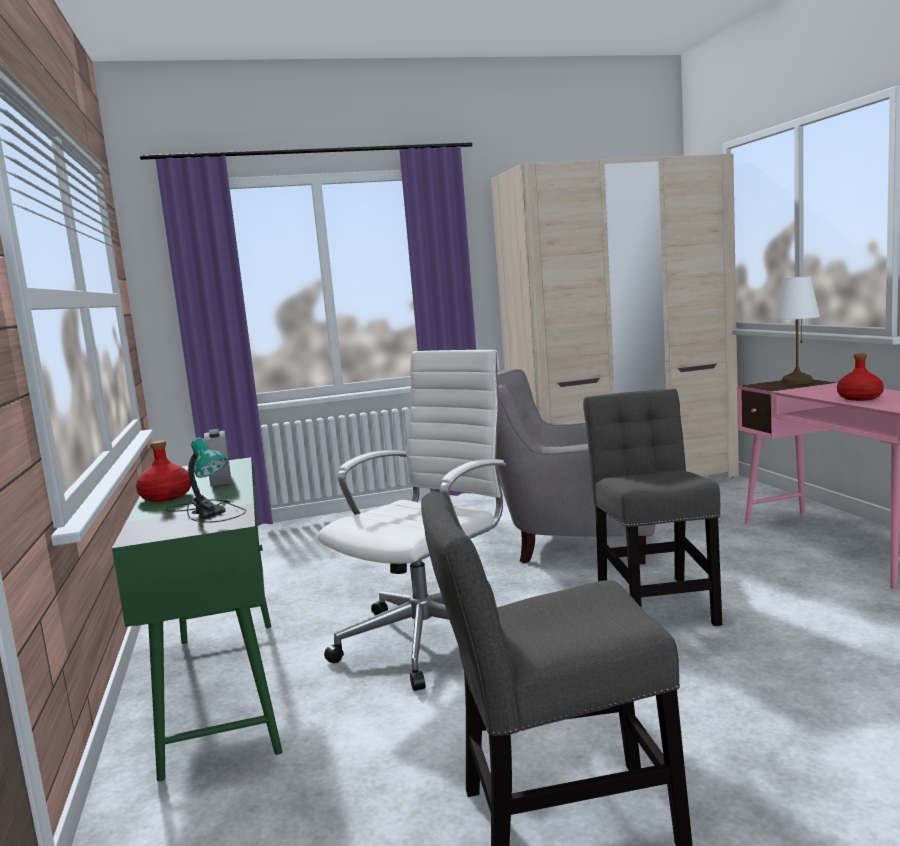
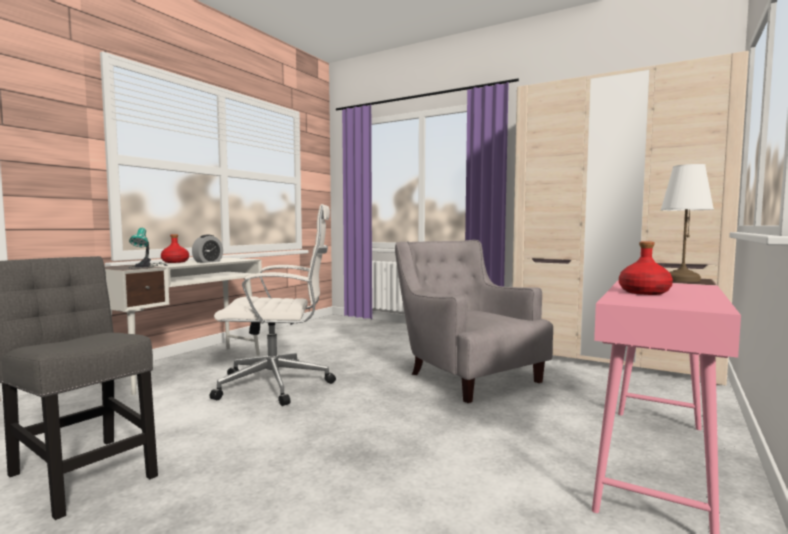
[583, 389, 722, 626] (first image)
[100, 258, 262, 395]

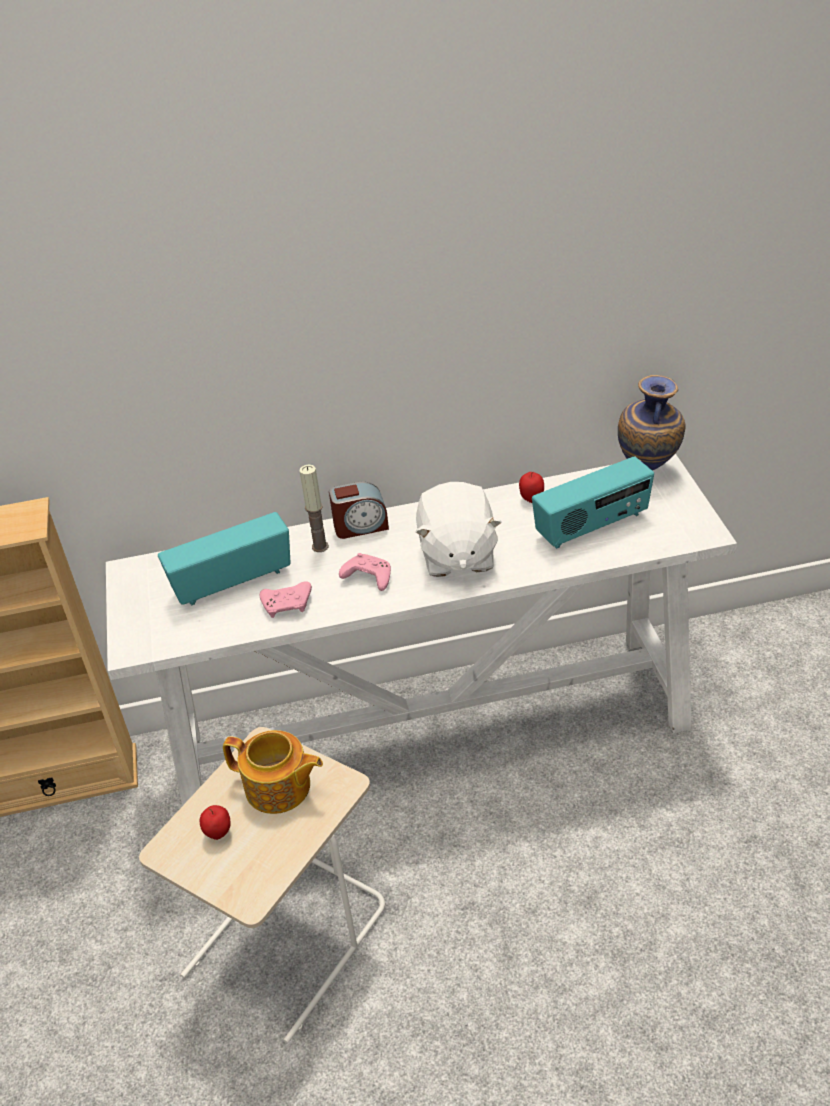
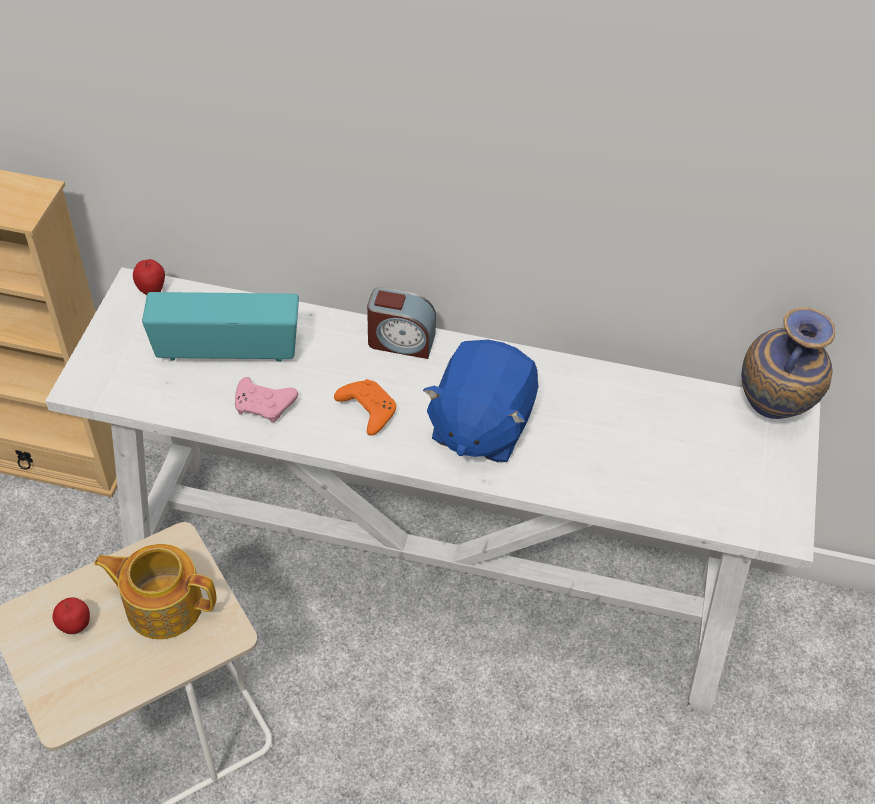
[532, 456, 654, 549] (first image)
[300, 465, 329, 552] (first image)
[133, 259, 165, 295]
[423, 340, 539, 462]
[334, 379, 396, 436]
[94, 544, 217, 639]

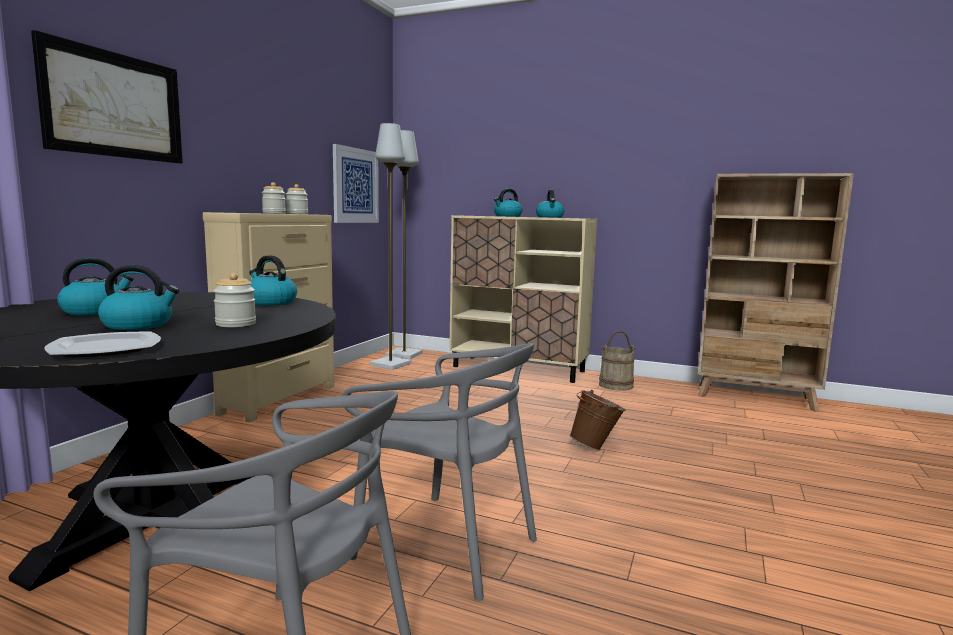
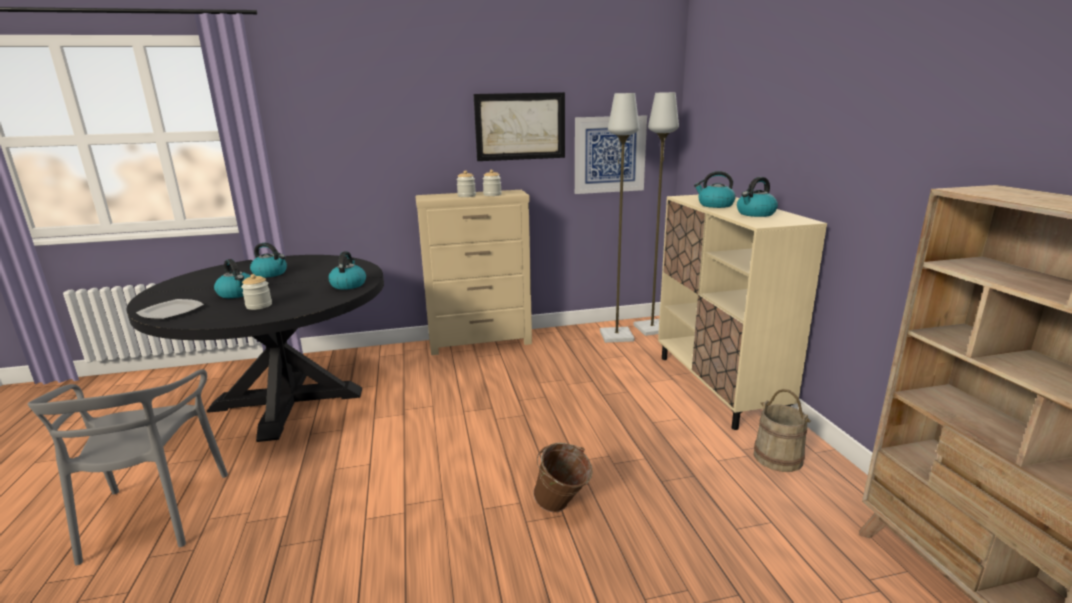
[474, 92, 565, 161]
[342, 343, 537, 601] (first image)

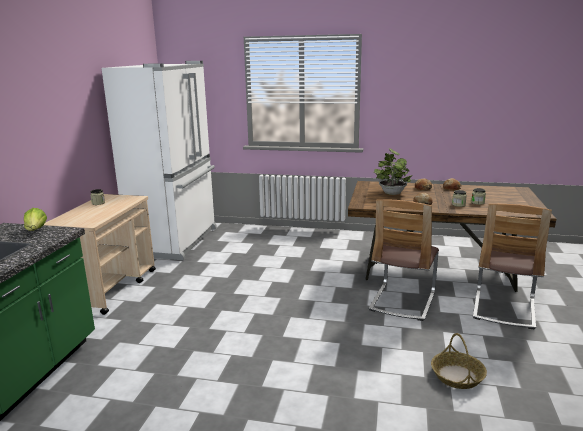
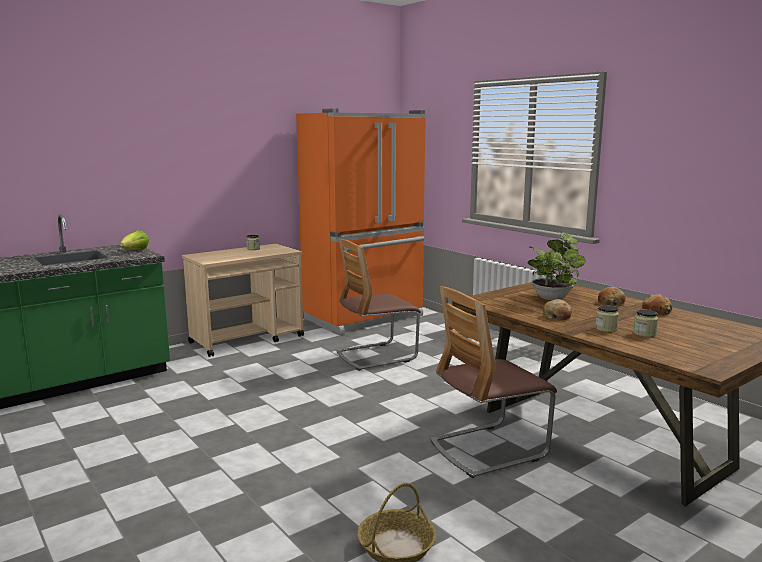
[296, 108, 426, 335]
[336, 239, 421, 371]

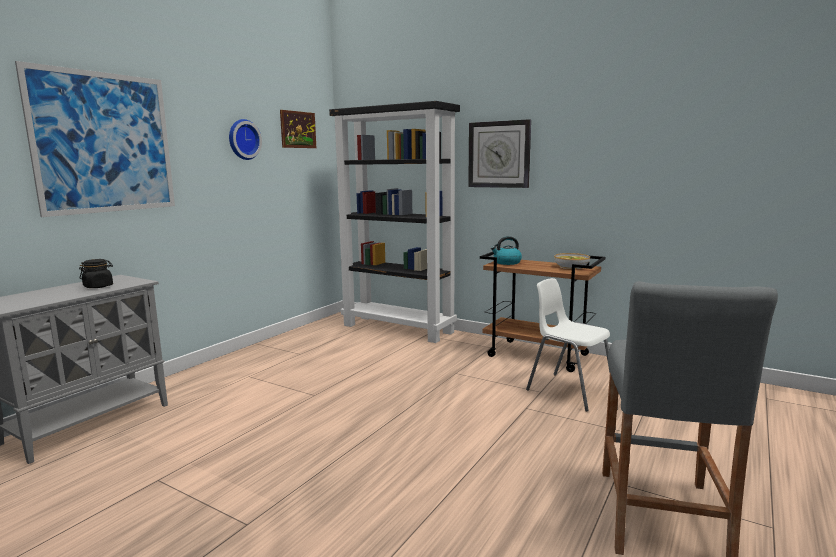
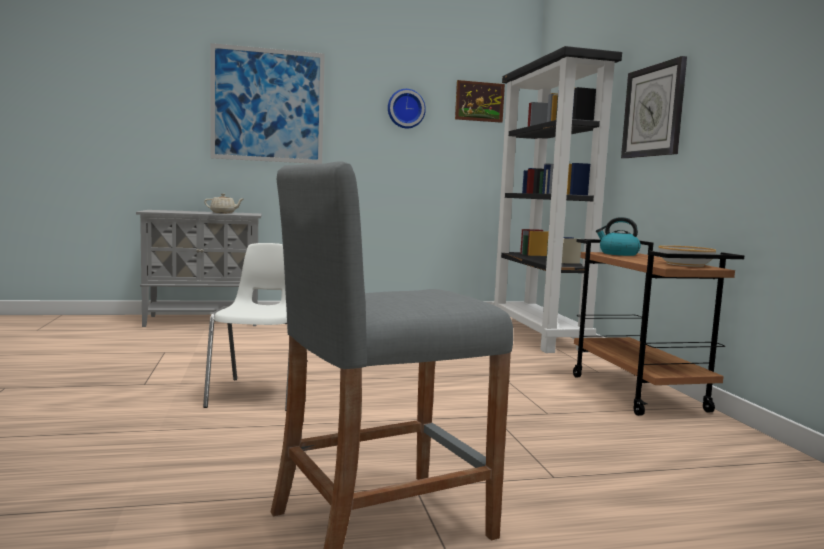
[204, 194, 243, 213]
[203, 243, 289, 411]

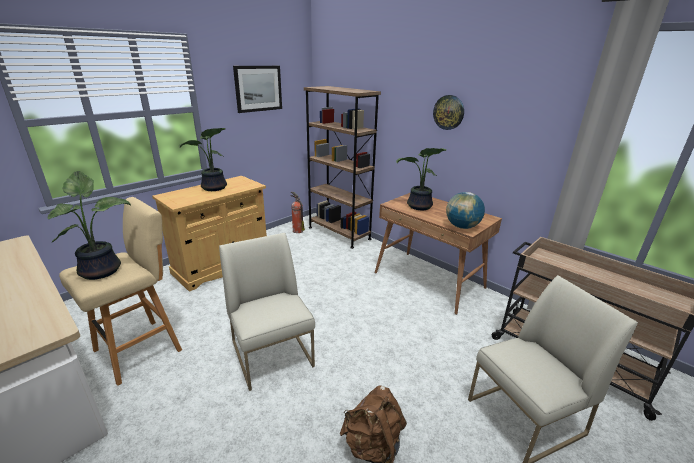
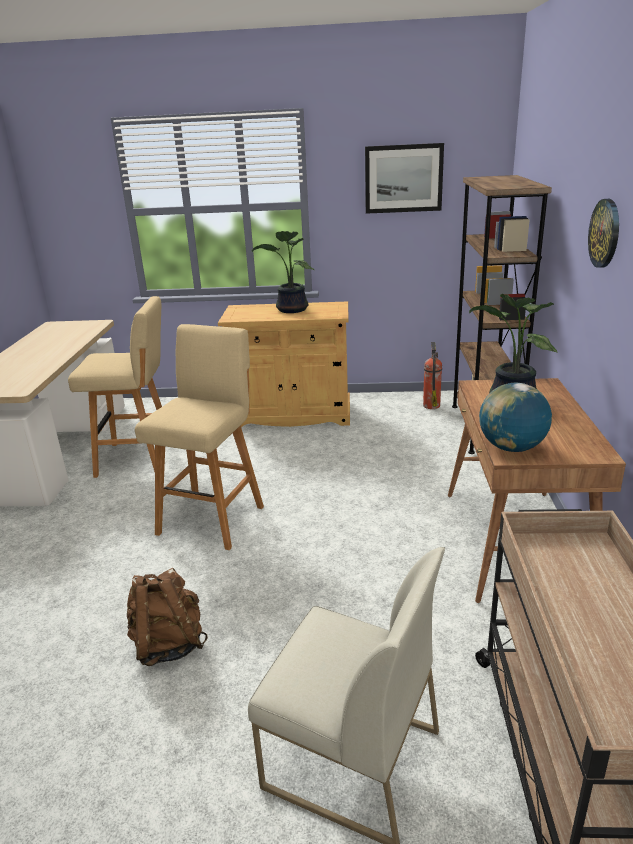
[47, 171, 131, 280] (first image)
[135, 324, 264, 550]

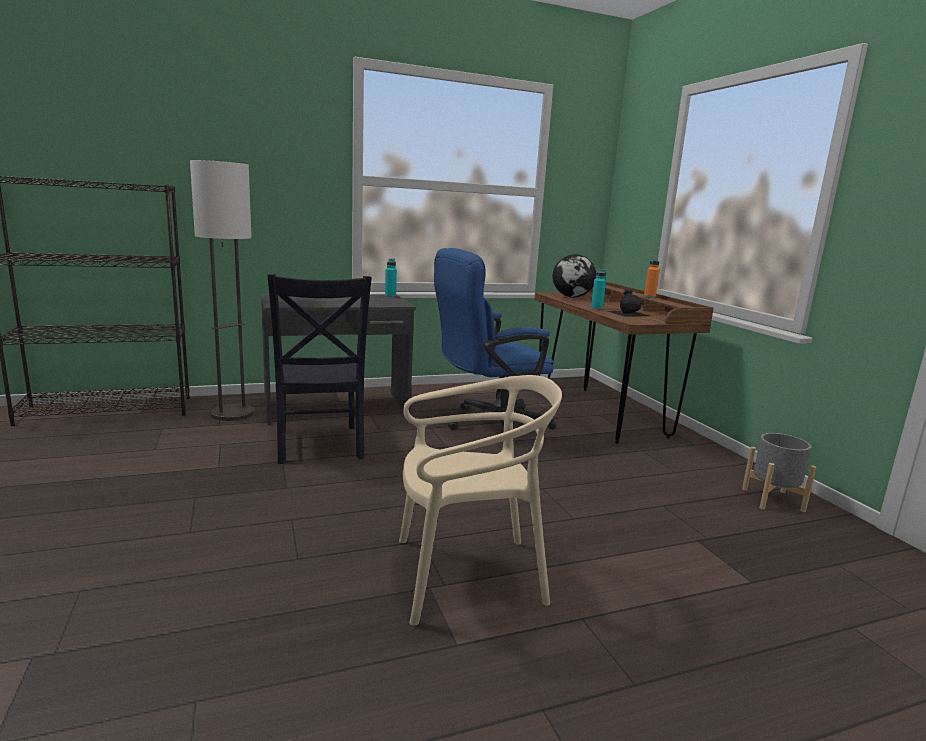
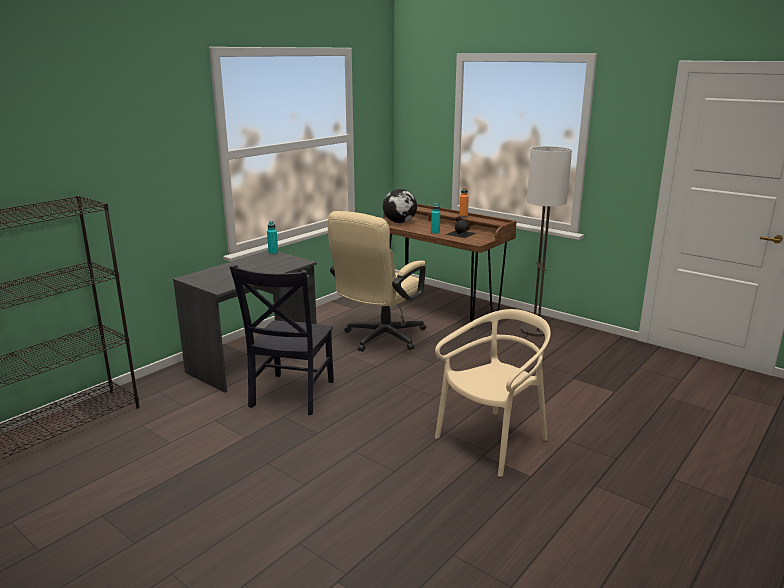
[520, 146, 572, 337]
[328, 211, 426, 352]
[230, 265, 334, 415]
[742, 433, 816, 512] (first image)

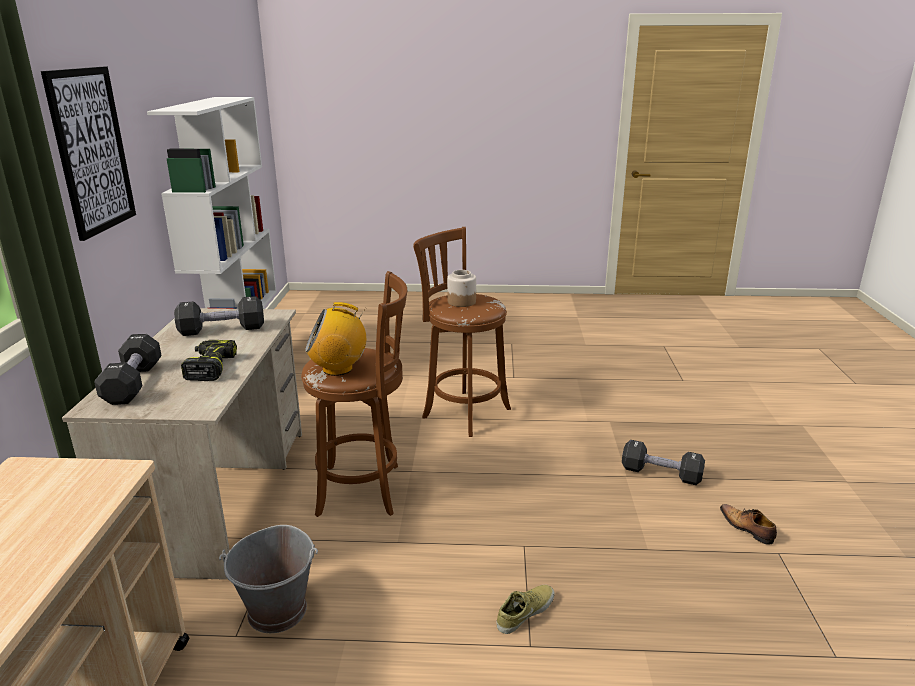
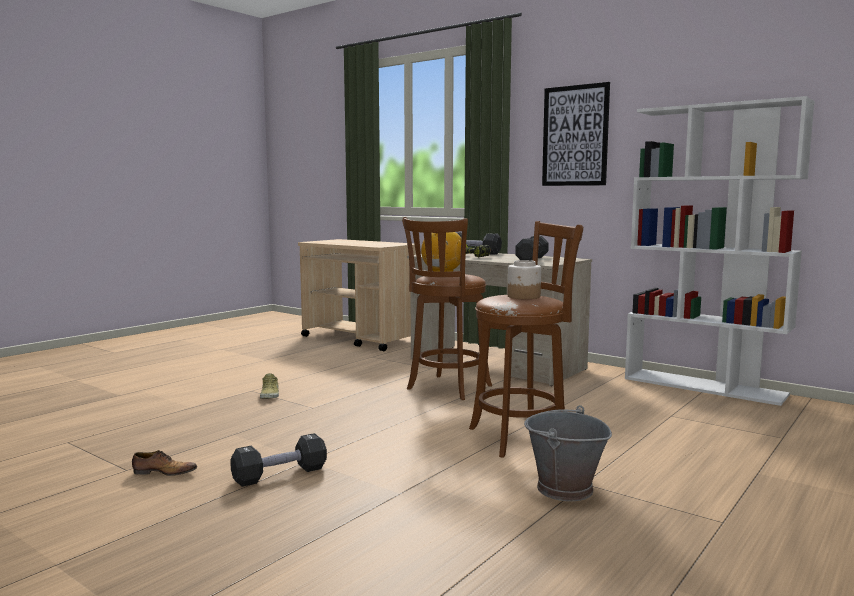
[524, 405, 612, 501]

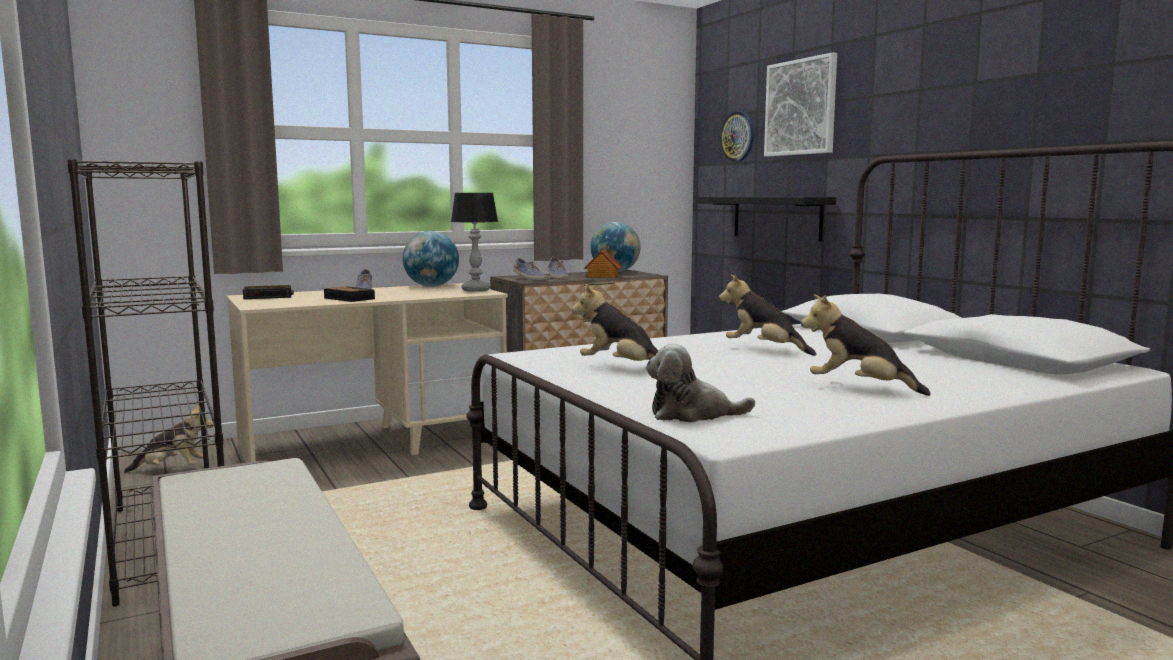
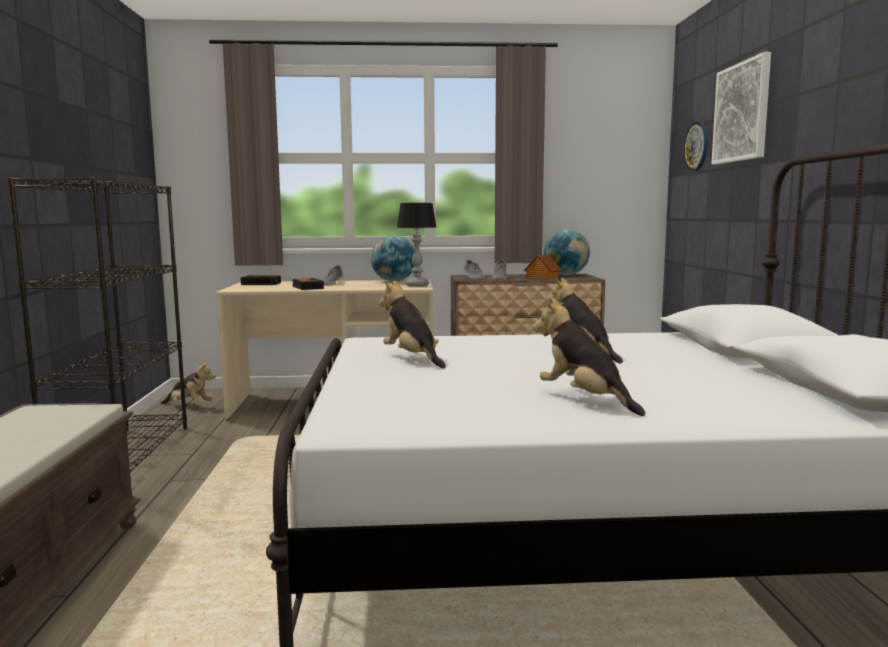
[698, 197, 836, 242] (first image)
[646, 343, 755, 423] (first image)

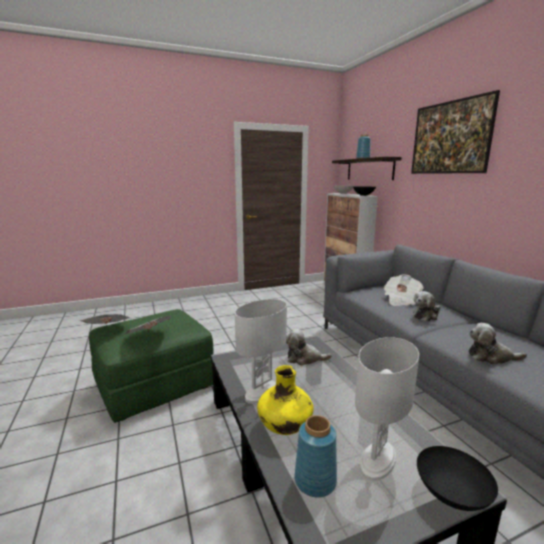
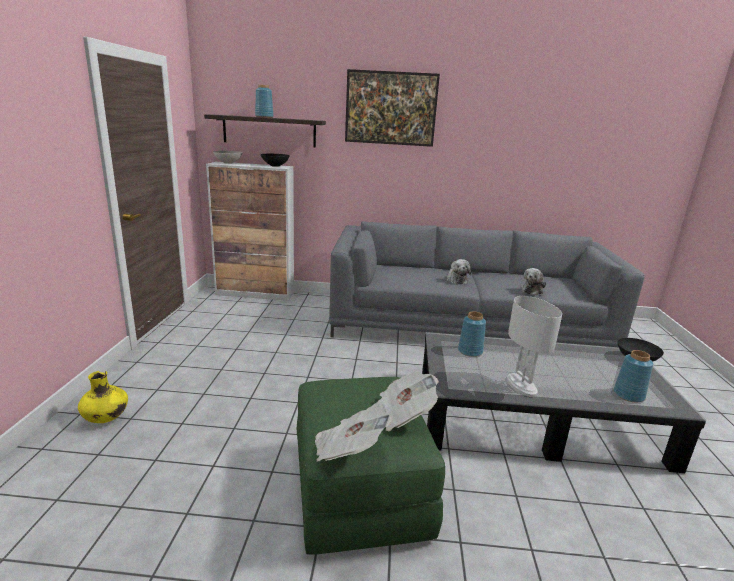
[384, 274, 423, 306] (first image)
[458, 311, 486, 357]
[355, 337, 419, 481] (first image)
[78, 371, 128, 423]

